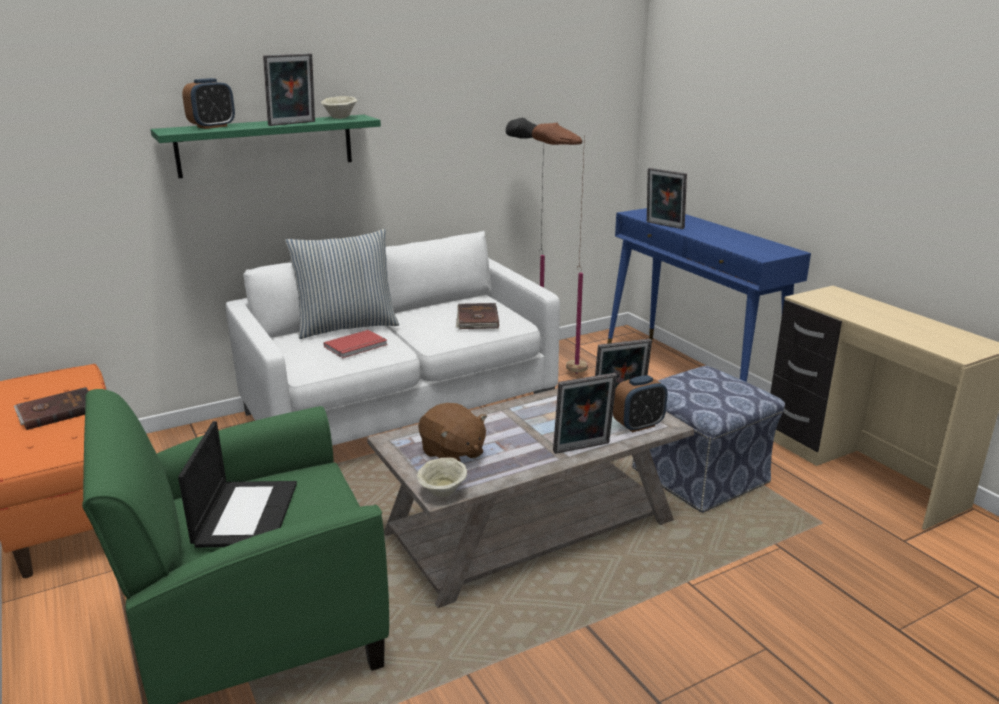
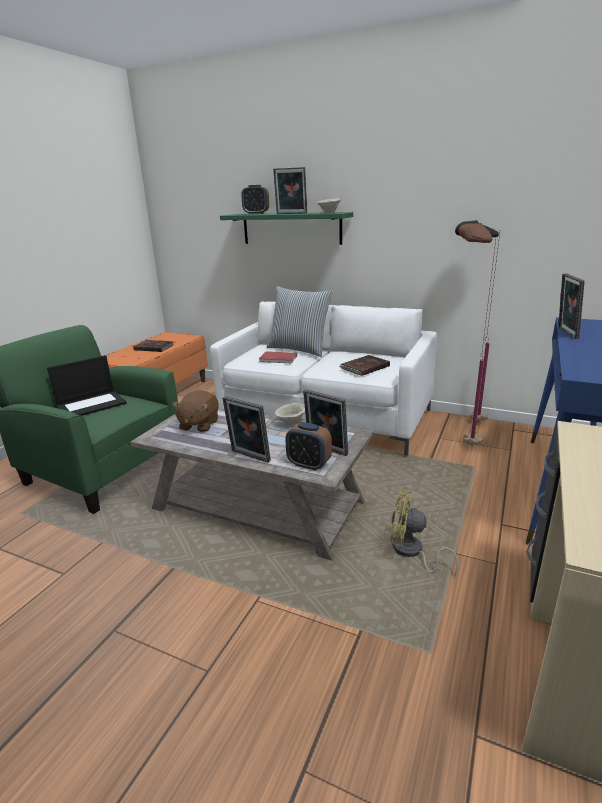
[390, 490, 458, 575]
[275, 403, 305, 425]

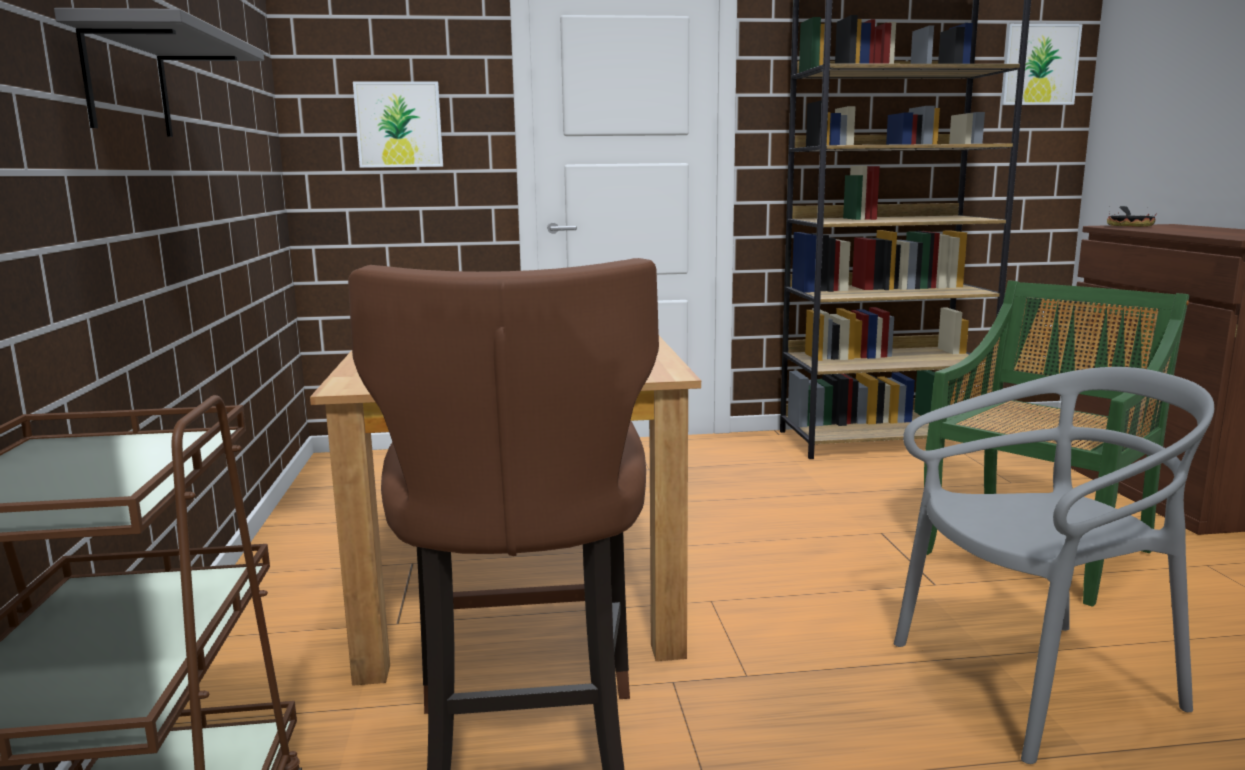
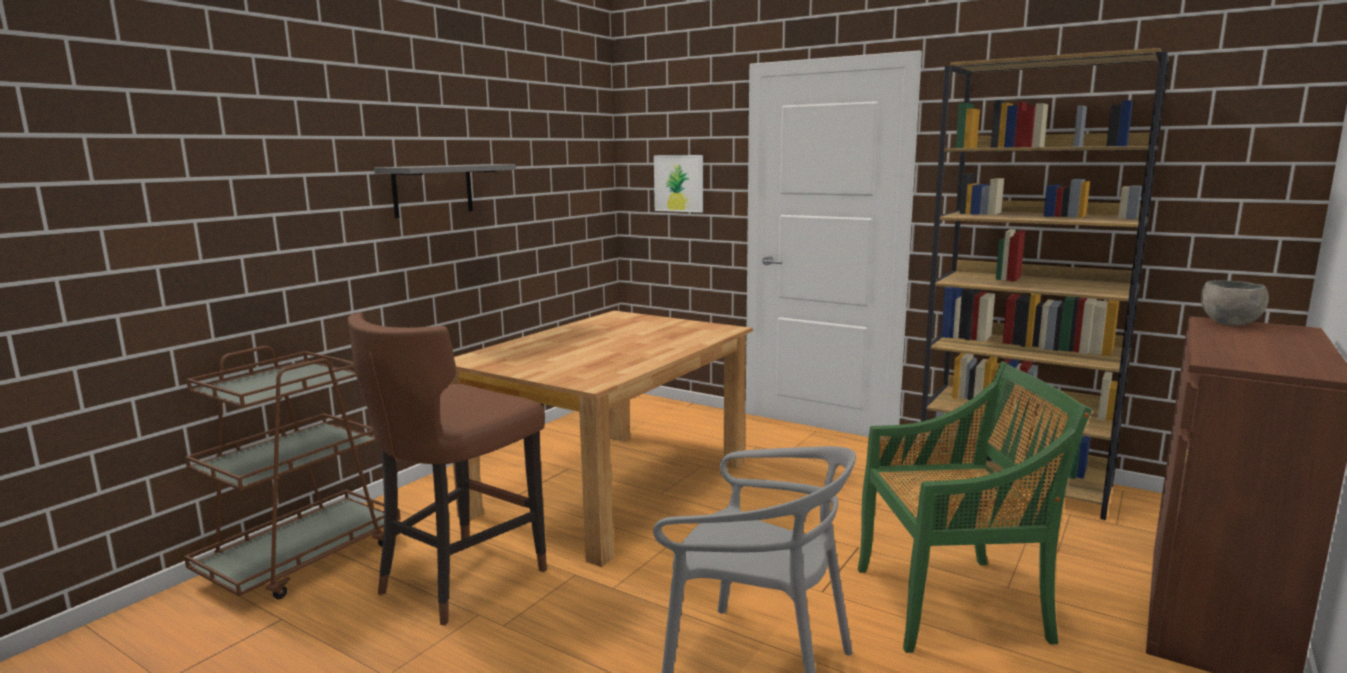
[1001, 24, 1083, 105] (first image)
[1201, 280, 1269, 326]

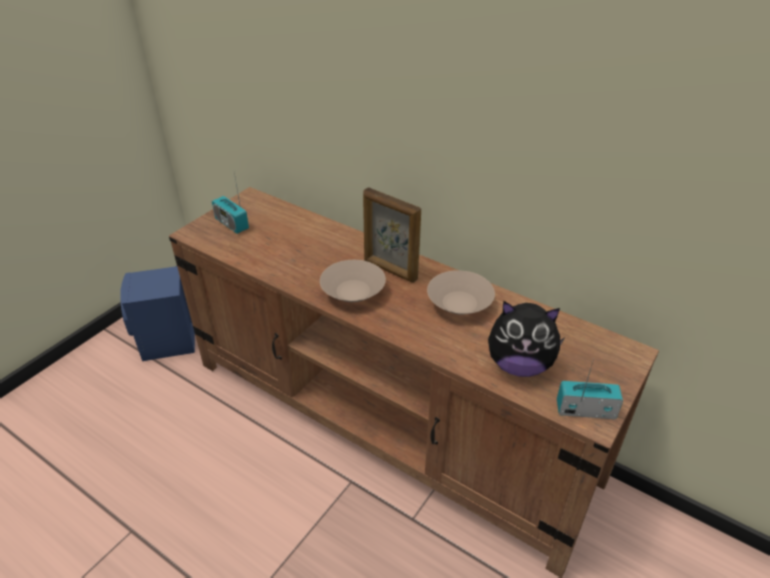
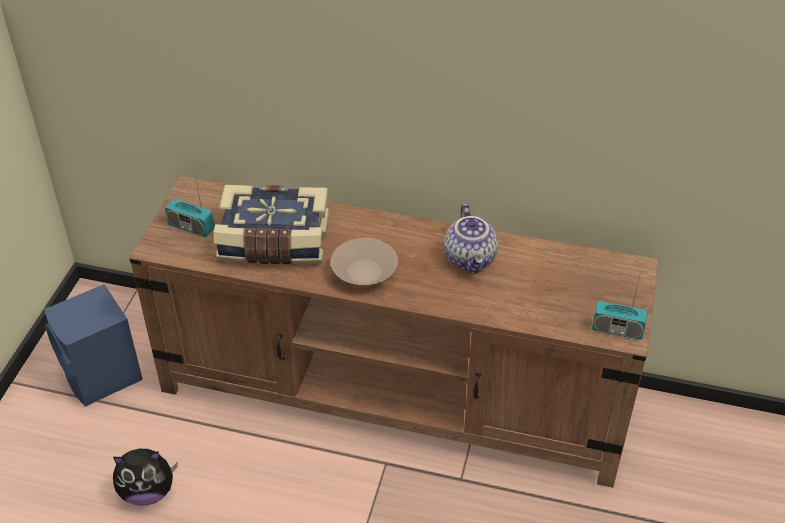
[363, 187, 421, 283] (first image)
[444, 204, 498, 274]
[113, 449, 178, 505]
[592, 272, 648, 340]
[213, 185, 329, 264]

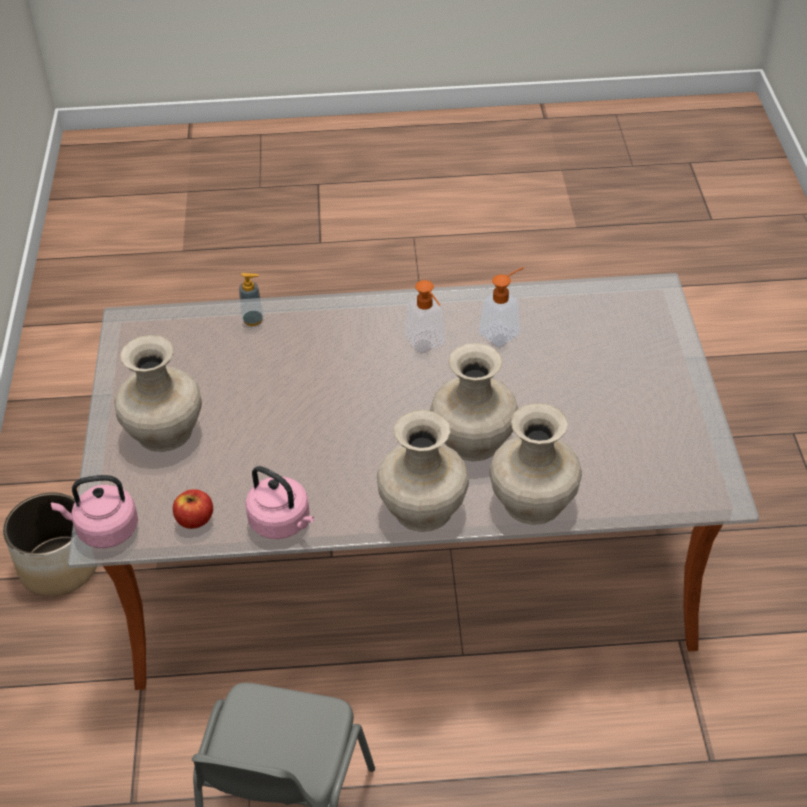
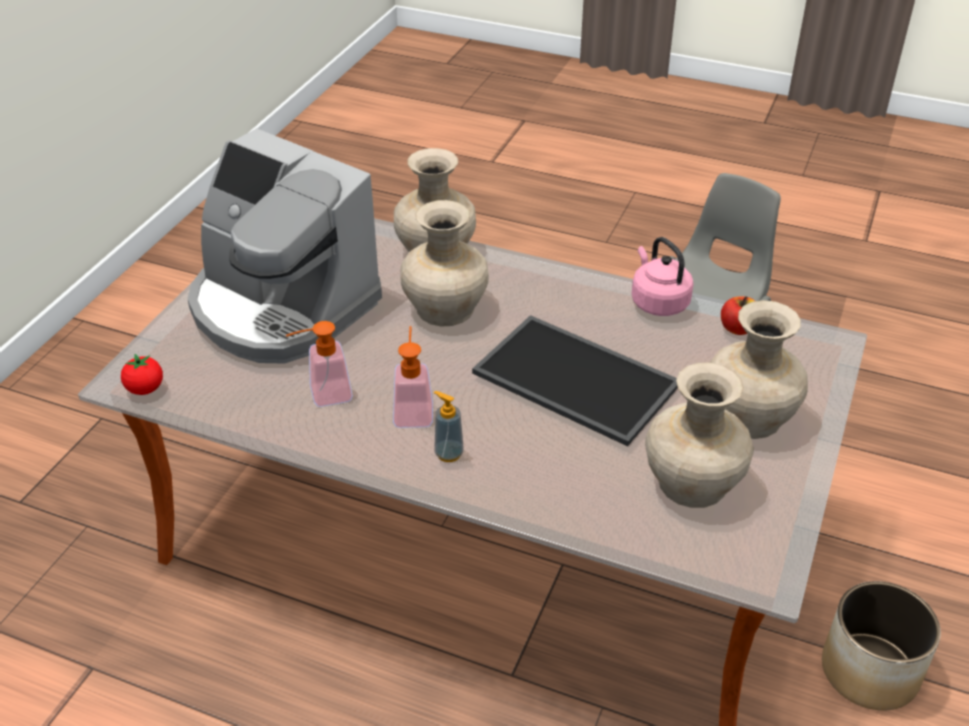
[434, 391, 464, 462]
[645, 363, 754, 508]
[51, 475, 138, 548] (first image)
[187, 128, 382, 364]
[472, 315, 678, 446]
[121, 354, 163, 395]

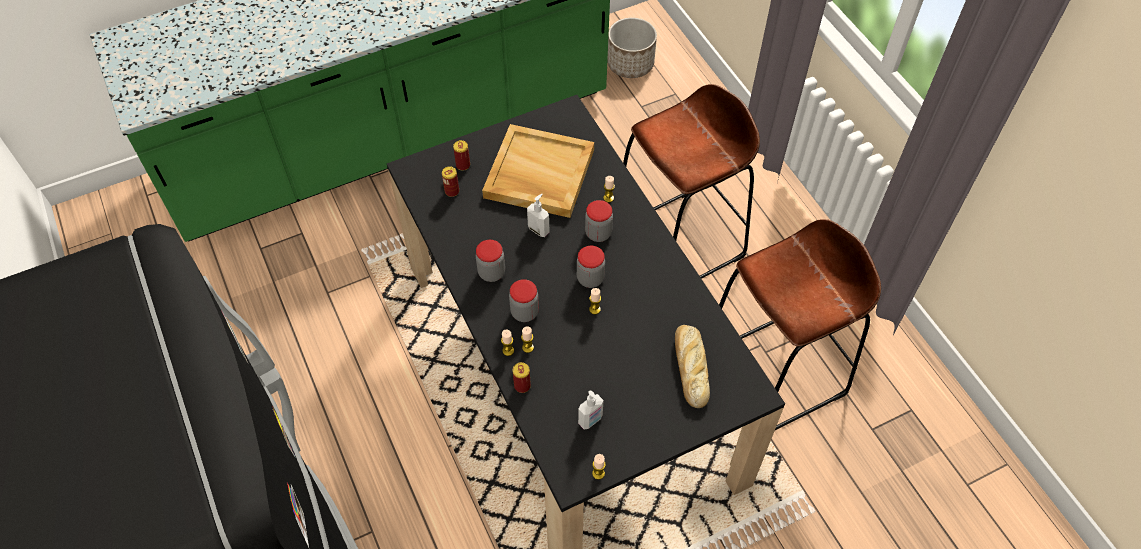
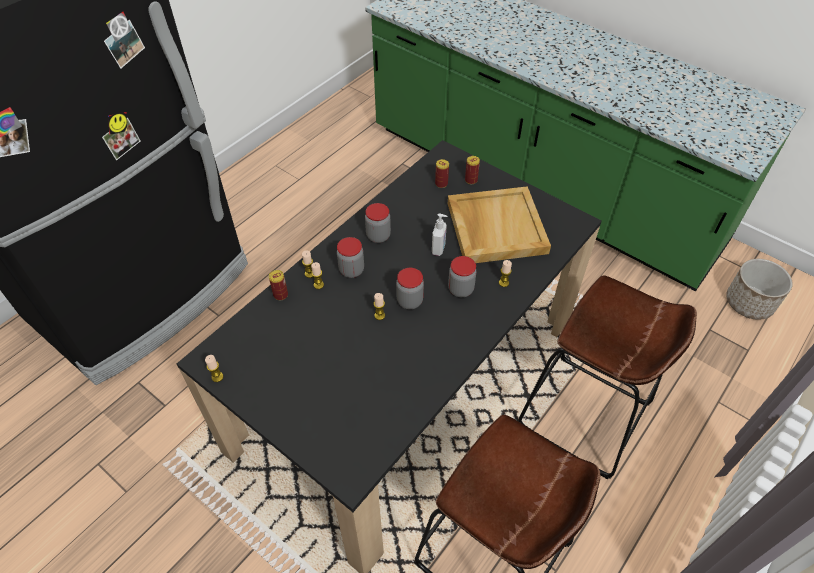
[675, 325, 710, 408] (first image)
[578, 391, 604, 430] (first image)

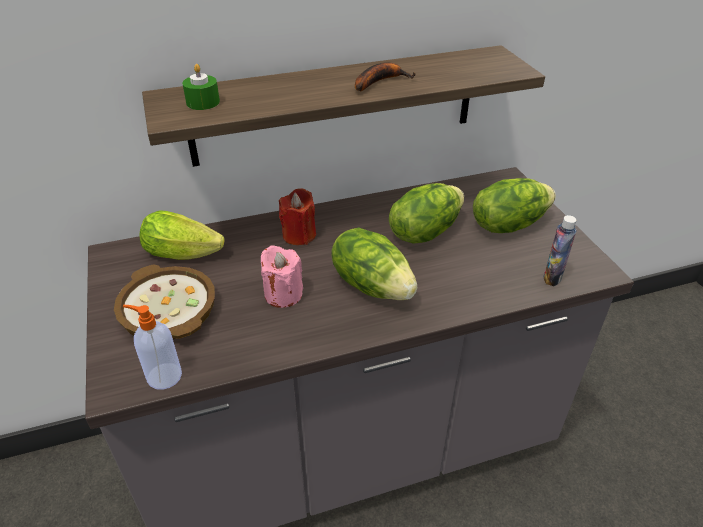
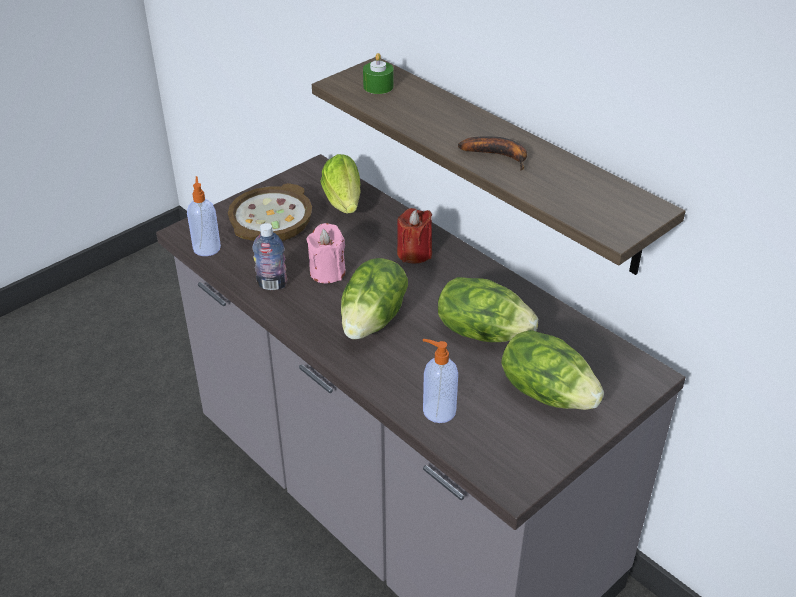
[252, 223, 287, 290]
[423, 339, 458, 423]

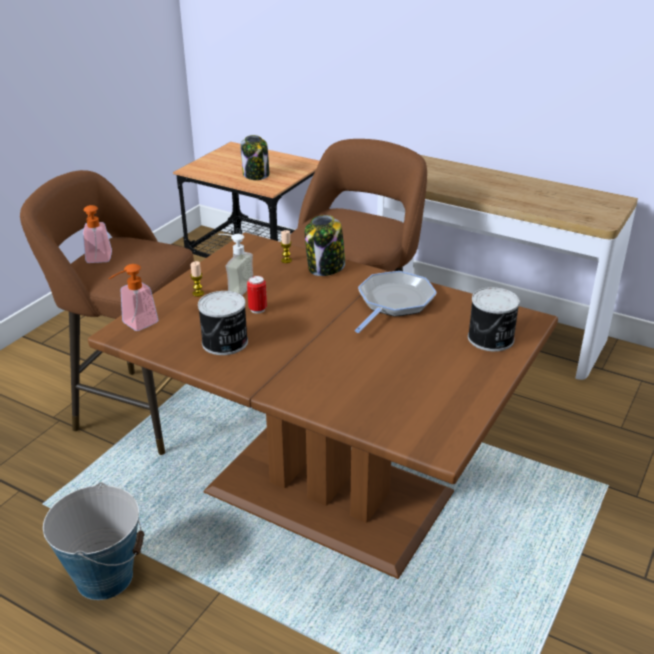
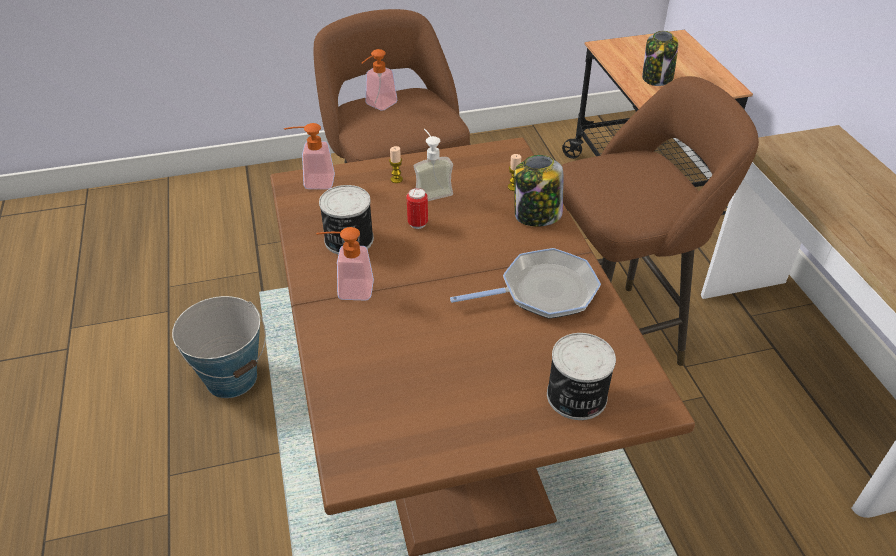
[316, 227, 374, 300]

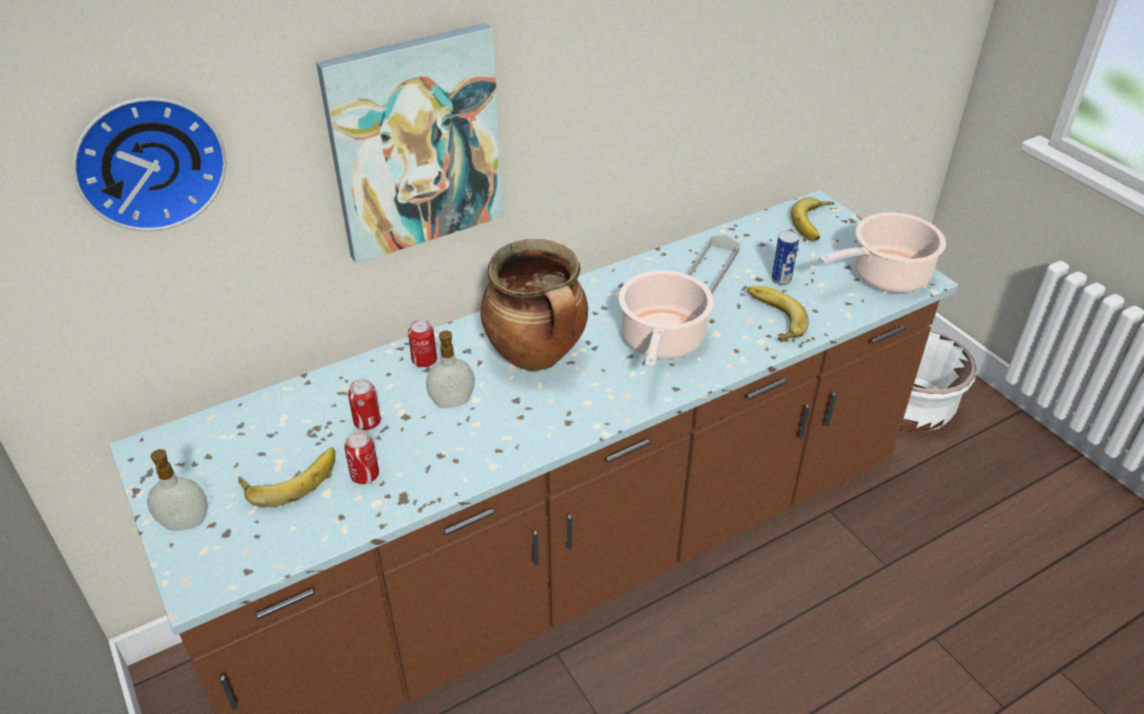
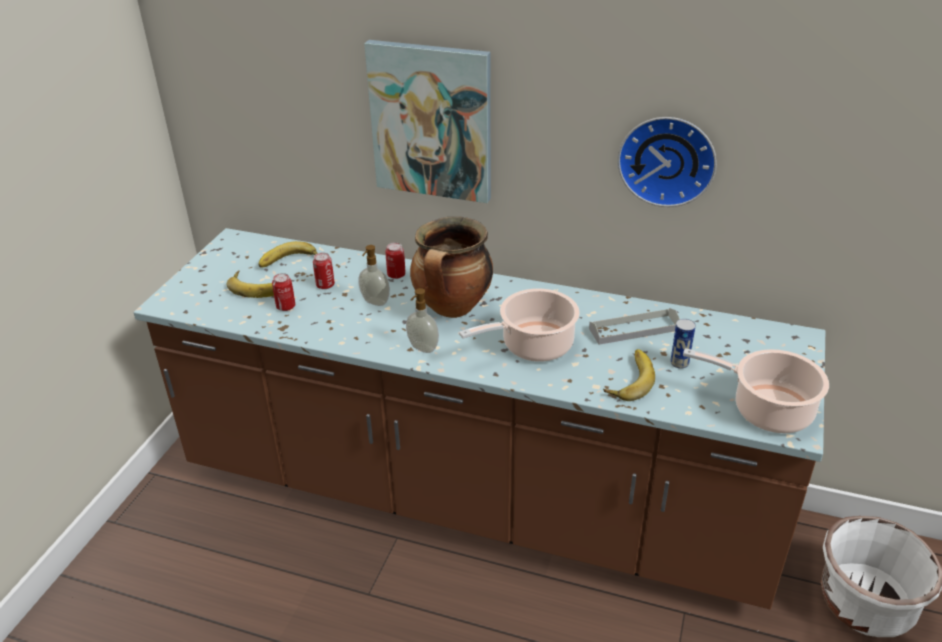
[618, 117, 717, 207]
[258, 241, 318, 268]
[406, 288, 439, 353]

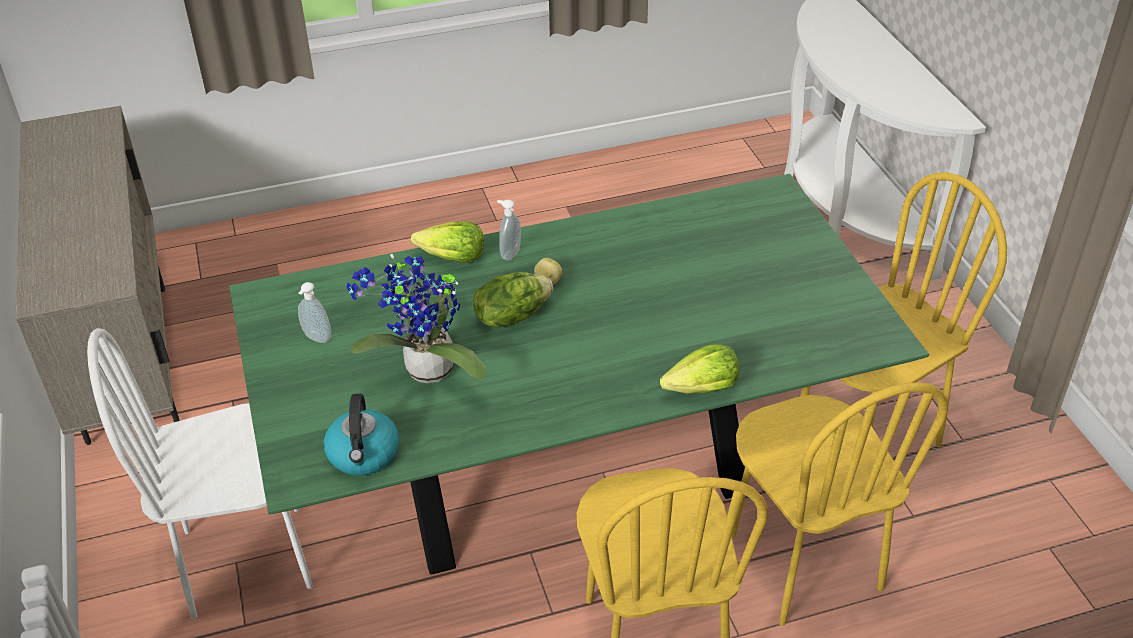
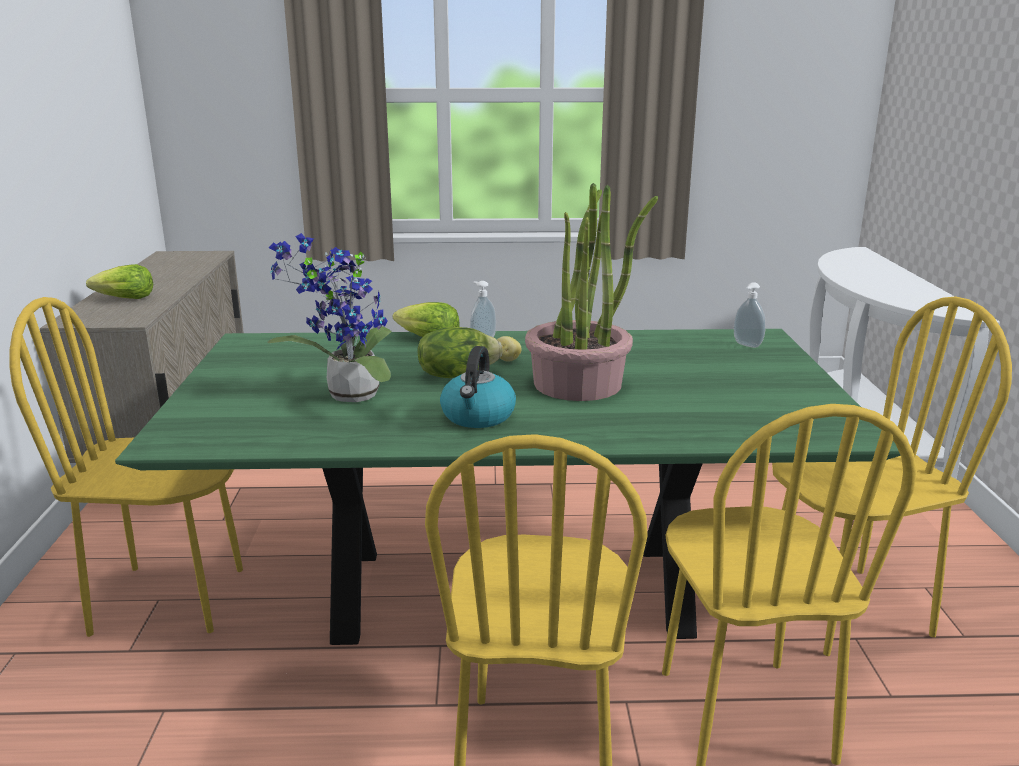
[733, 282, 766, 348]
[9, 297, 243, 637]
[86, 264, 153, 299]
[440, 346, 516, 428]
[525, 183, 658, 401]

